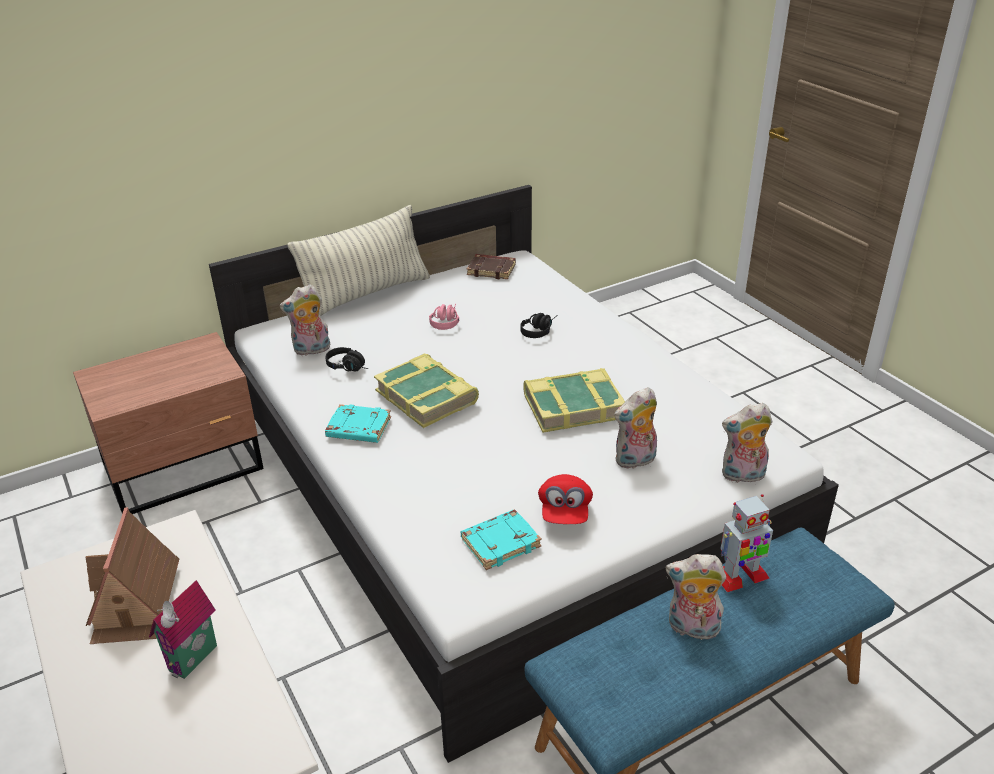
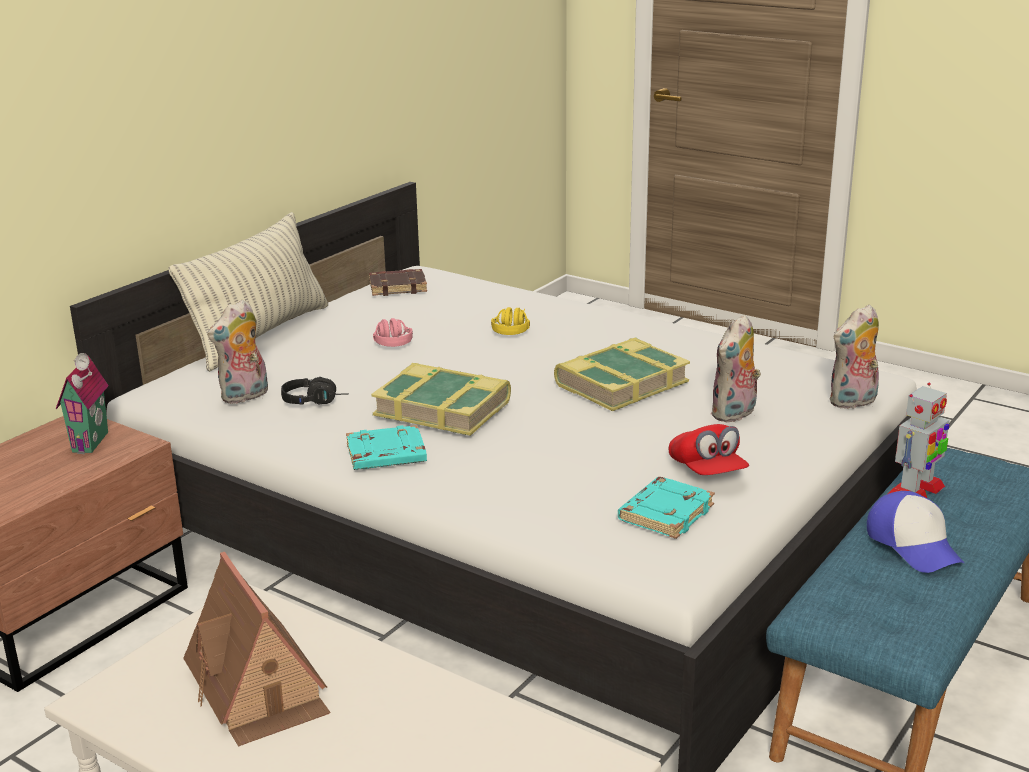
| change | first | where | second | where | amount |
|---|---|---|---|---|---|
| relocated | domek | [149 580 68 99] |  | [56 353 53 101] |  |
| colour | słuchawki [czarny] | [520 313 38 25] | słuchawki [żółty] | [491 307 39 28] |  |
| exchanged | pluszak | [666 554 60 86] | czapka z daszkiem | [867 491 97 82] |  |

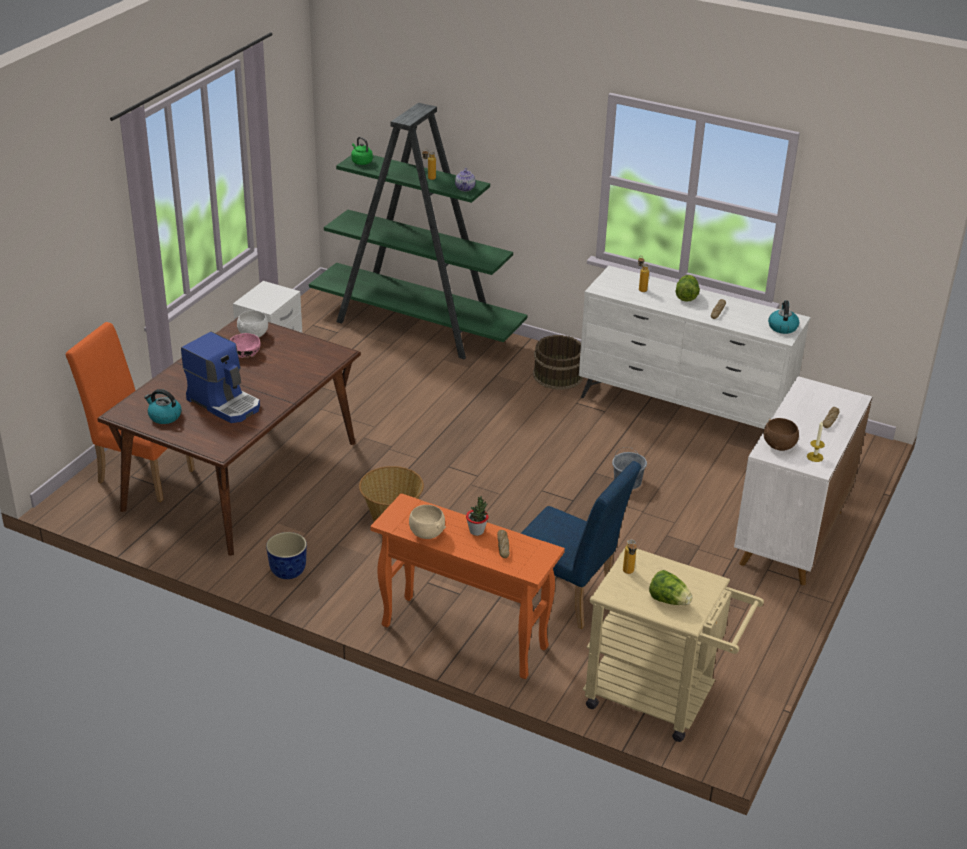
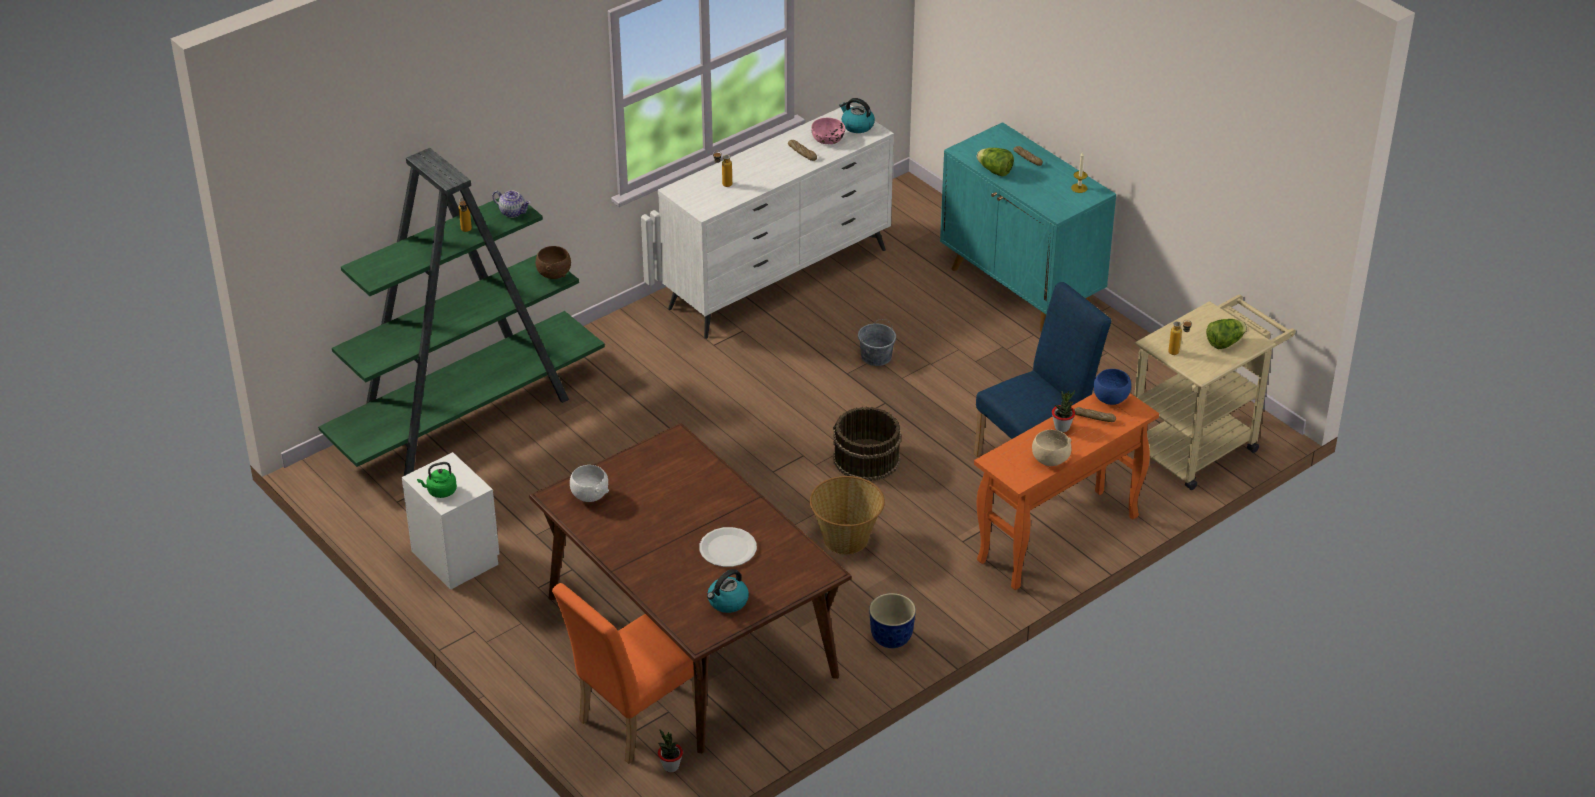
| change | first | where | second | where | amount |
|---|---|---|---|---|---|
| relocated | czajnik [zielony] | [351 137 22 28] |  | [417 462 40 36] |  |
| relocated | miska [brązowy] | [763 418 36 33] |  | [535 246 36 33] |  |
| appeared |  |  | roślina doniczkowa | [658 729 25 43] |  |
| exchanged | ekspres do kawy | [181 332 79 91] | talerz [biały] | [699 527 58 40] |  |
| relocated | miska [różowy] | [230 333 30 25] |  | [811 118 34 26] |  |
| relocated | wiadro [brązowy] | [533 335 51 55] |  | [833 407 68 74] |  |
| colour | szafka [biały] | [734 376 138 209] | szafka [turkusowy] | [940 122 176 210] |  |
| relocated | sałata | [676 275 24 27] |  | [977 148 37 29] |  |
| appeared |  |  | miska [niebieski] | [1094 369 37 36] |  |

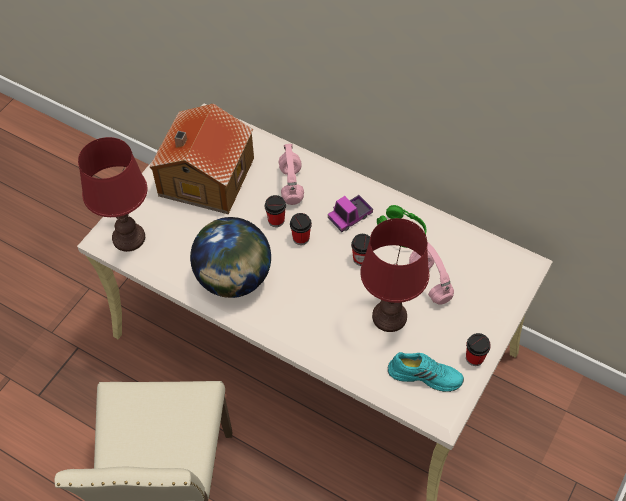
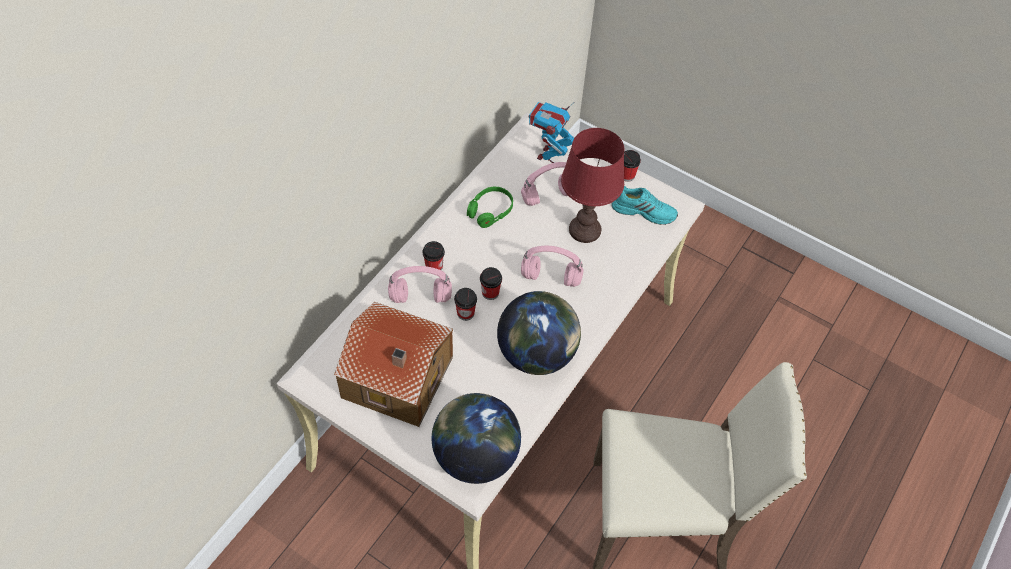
| change | first | where | second | where | amount |
|---|---|---|---|---|---|
| relocated | filiżanka | [351 234 19 32] |  | [423 241 22 29] |  |
| exchanged | lampa stołowa [czerwony] | [78 137 70 115] | globus | [432 393 89 91] |  |
| appeared |  |  | słuchawki [różowy] | [521 246 62 41] |  |
| appeared |  |  | robot zabawkowy | [528 102 47 61] |  |
| spun | but [turkusowy] | [388 352 76 40] |  | [612 186 66 39] | 90 degrees clockwise |
| missing | ciężarówka zabawkowa | [328 195 45 37] |  |  |  |

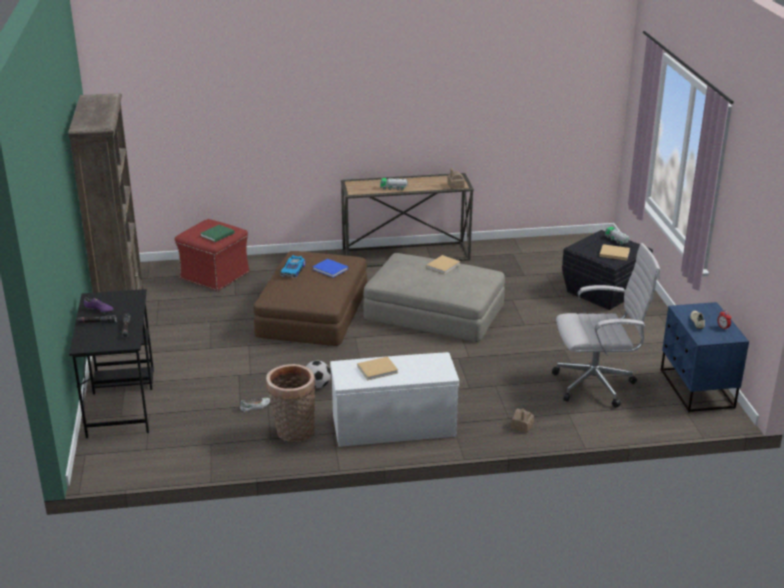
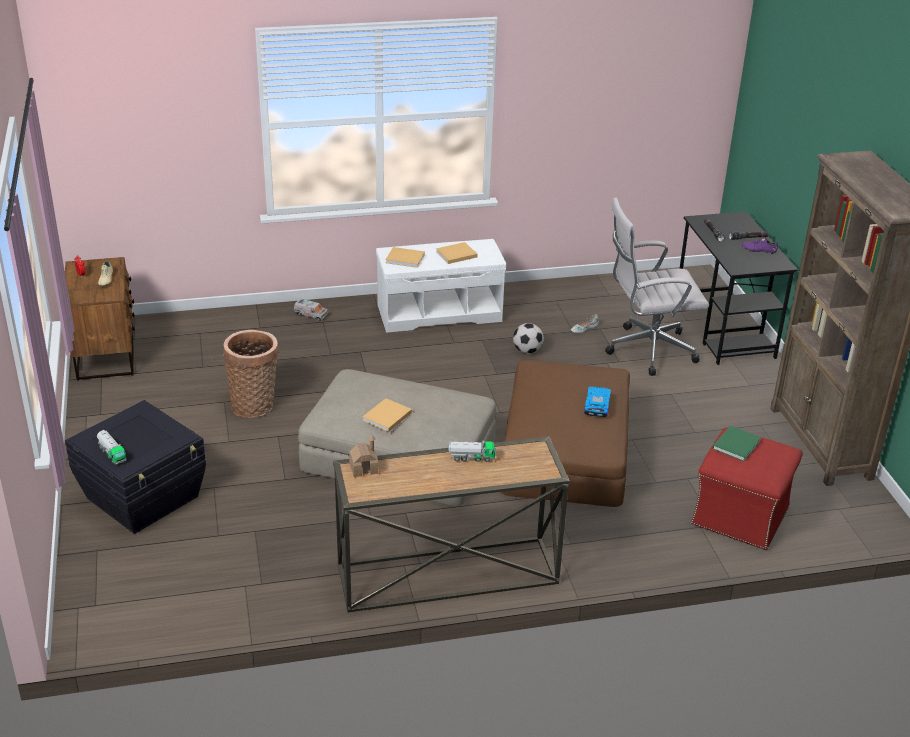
| change | first | where | second | where | amount |
|---|---|---|---|---|---|
| colour | szafka nocna [niebieski] | [661 302 88 111] | szafka nocna [brązowy] | [65 257 70 124] |  |
| relocated | koszyk | [266 364 50 78] |  | [223 330 56 88] |  |
| exchanged | domek | [511 409 23 24] | ciężarówka zabawkowa | [294 299 34 22] |  |
| relocated | książka [beżowy] | [599 244 31 17] |  | [386 247 39 21] |  |
| relocated | krzesło biurowe [biały] | [552 243 108 165] |  | [605 197 104 179] |  |
| missing | książka [niebieski] | [313 259 35 19] |  |  |  |

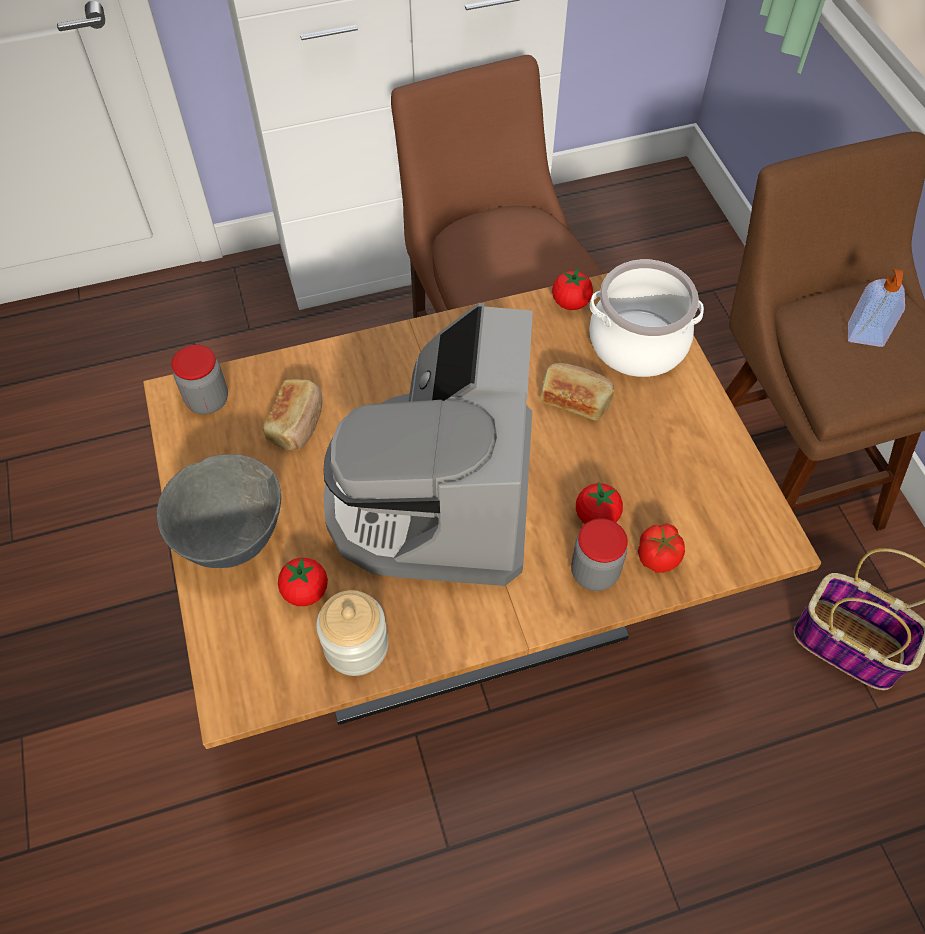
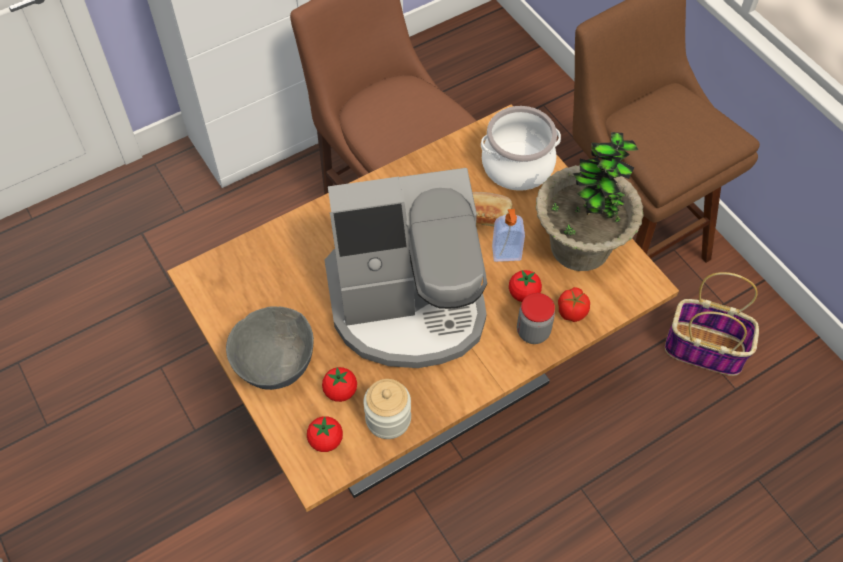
| change | first | where | second | where | amount |
|---|---|---|---|---|---|
| relocated | pomidor | [552 268 41 42] |  | [307 416 36 36] |  |
| spun | ekspres do kawy | [323 303 210 283] |  | [325 168 162 200] | 90 degrees counterclockwise |
| relocated | dozownik mydła | [848 269 57 78] |  | [492 209 33 53] |  |
| appeared |  |  | roślina doniczkowa | [536 132 107 139] |  |
| missing | słoik | [171 345 57 69] |  |  |  |
| missing | chleb | [263 380 59 71] |  |  |  |

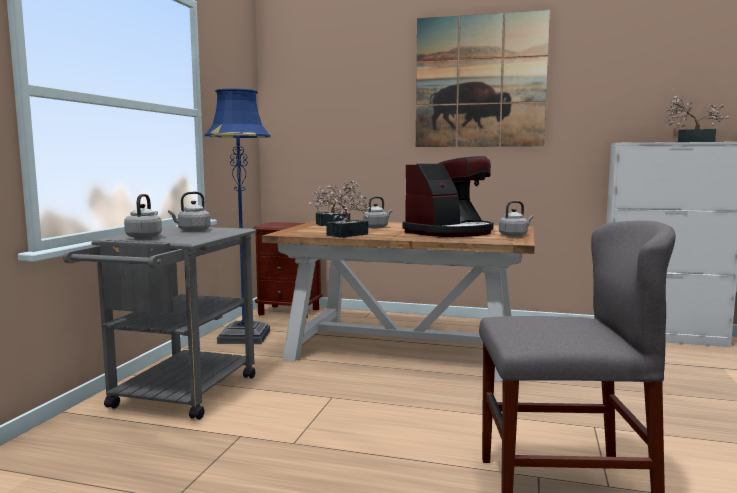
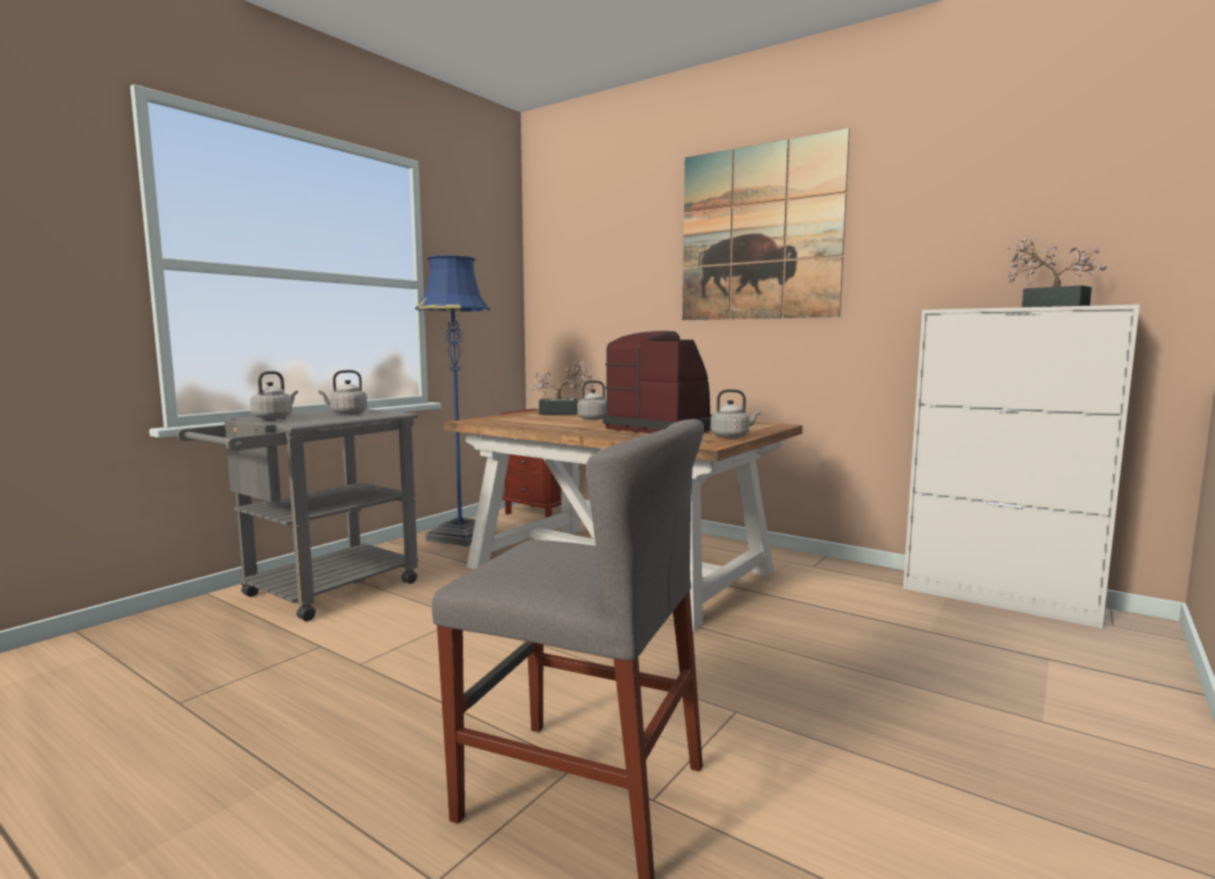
| change | first | where | second | where | amount |
|---|---|---|---|---|---|
| spun | ekspres do kawy | [402 156 92 81] |  | [603 331 109 103] | 120 degrees counterclockwise |
| missing | roślina doniczkowa | [315 185 55 53] |  |  |  |

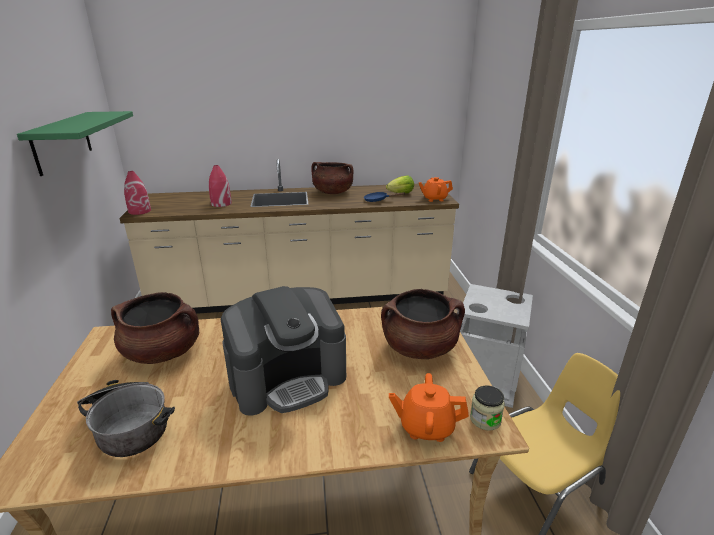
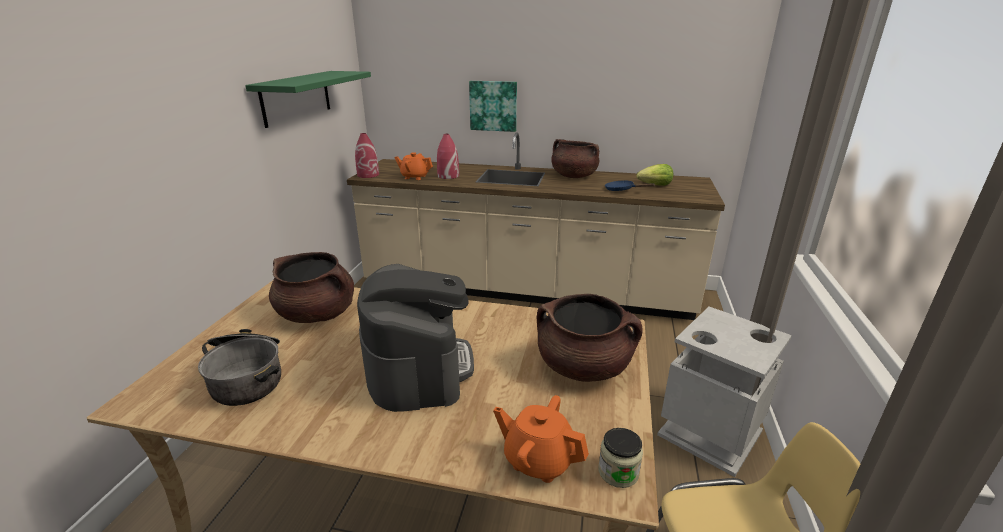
| change | first | where | second | where | amount |
|---|---|---|---|---|---|
| spun | ekspres do kawy | [221 286 125 130] |  | [357 264 117 148] | 90 degrees counterclockwise |
| relocated | imbryk [pomarańczowy] | [418 177 35 25] |  | [394 152 39 28] |  |
| appeared |  |  | obraz | [469 81 48 51] |  |

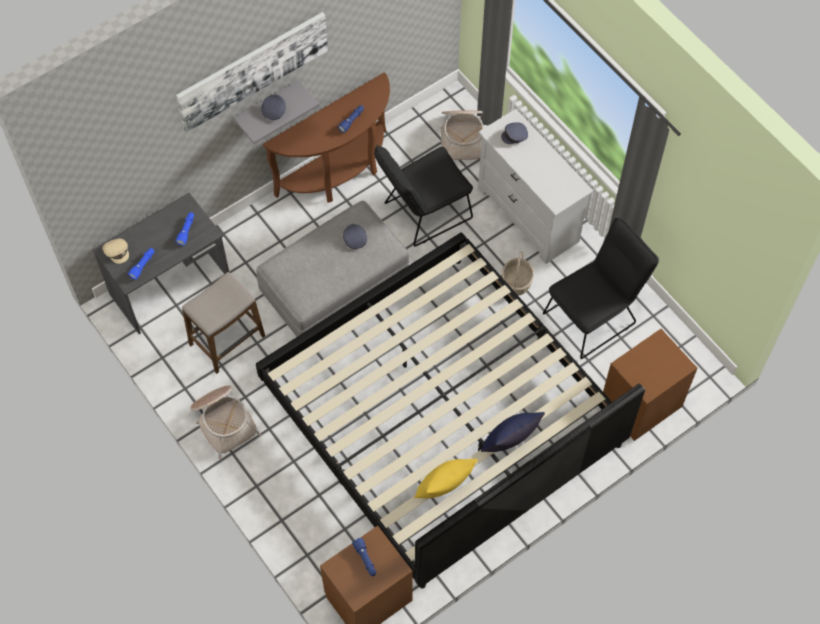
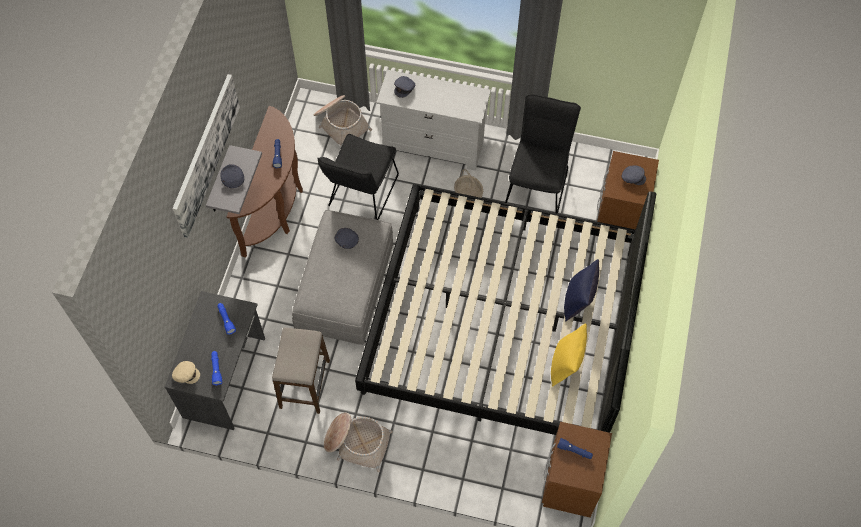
| change | first | where | second | where | amount |
|---|---|---|---|---|---|
| appeared |  |  | czapka z daszkiem [szary] | [622 165 24 20] |  |

